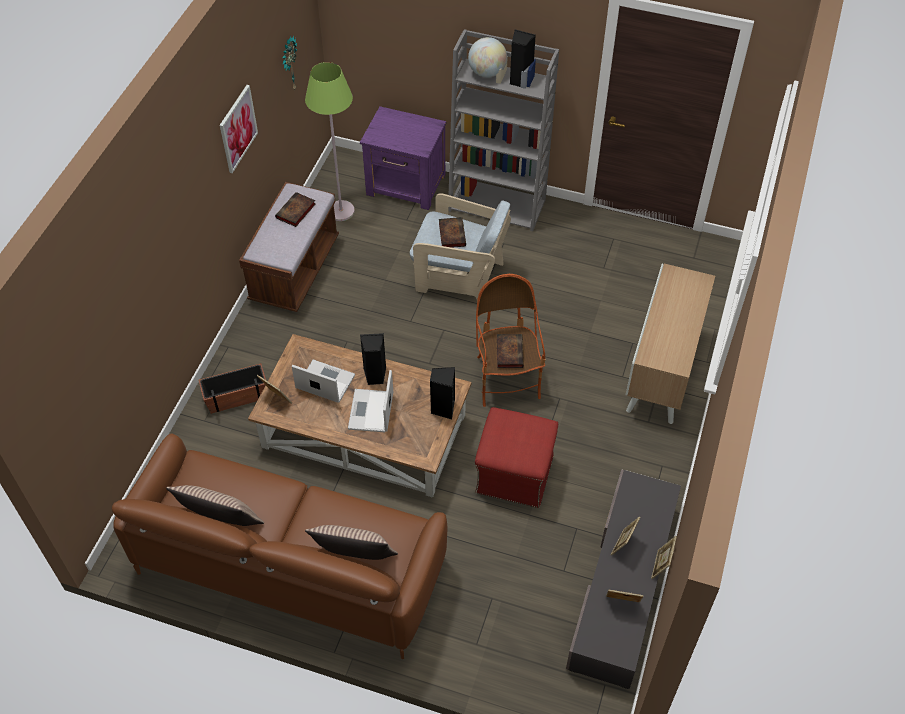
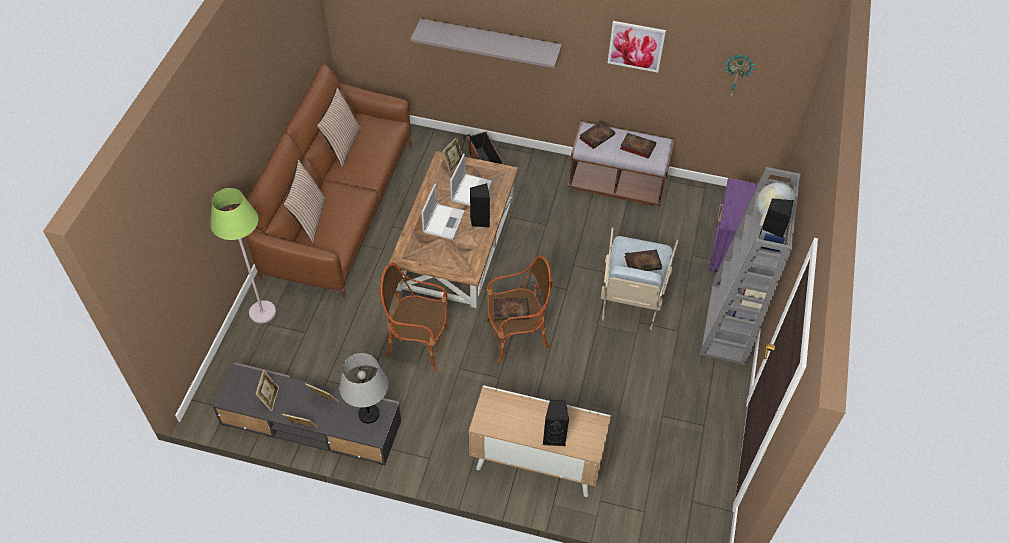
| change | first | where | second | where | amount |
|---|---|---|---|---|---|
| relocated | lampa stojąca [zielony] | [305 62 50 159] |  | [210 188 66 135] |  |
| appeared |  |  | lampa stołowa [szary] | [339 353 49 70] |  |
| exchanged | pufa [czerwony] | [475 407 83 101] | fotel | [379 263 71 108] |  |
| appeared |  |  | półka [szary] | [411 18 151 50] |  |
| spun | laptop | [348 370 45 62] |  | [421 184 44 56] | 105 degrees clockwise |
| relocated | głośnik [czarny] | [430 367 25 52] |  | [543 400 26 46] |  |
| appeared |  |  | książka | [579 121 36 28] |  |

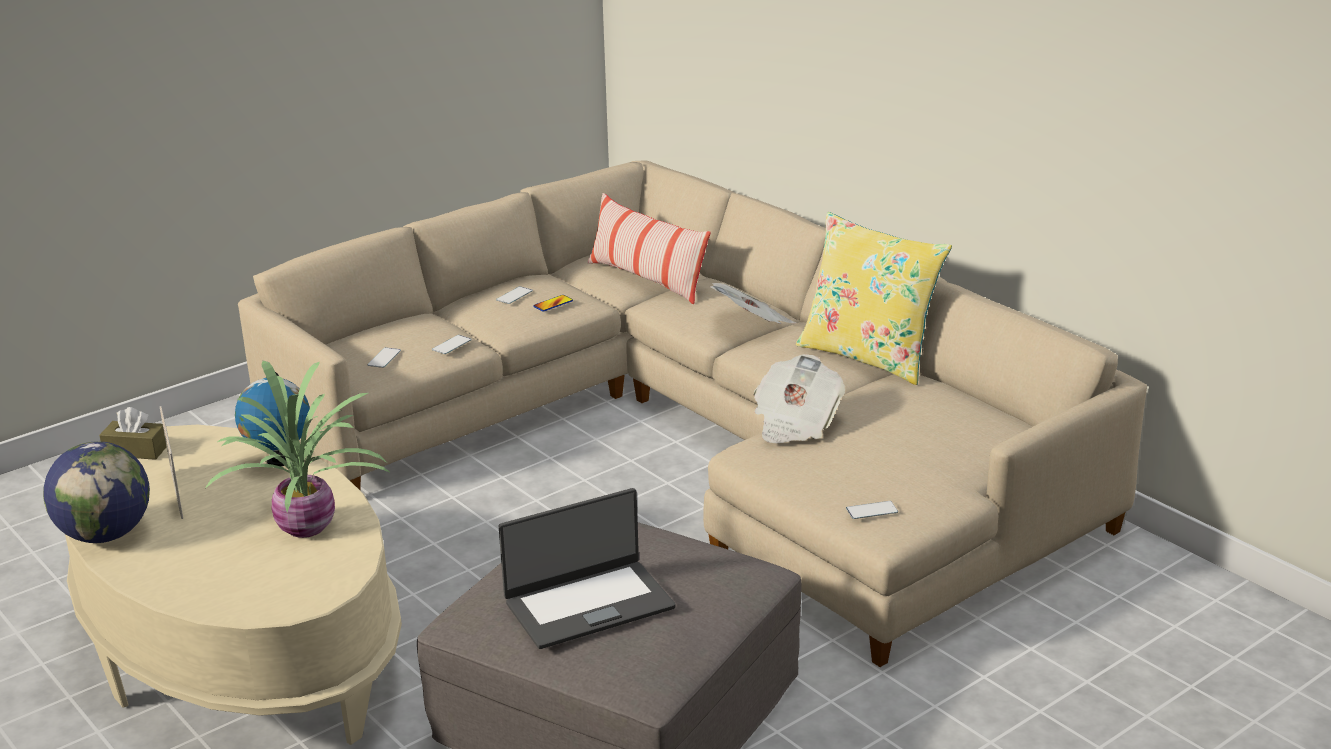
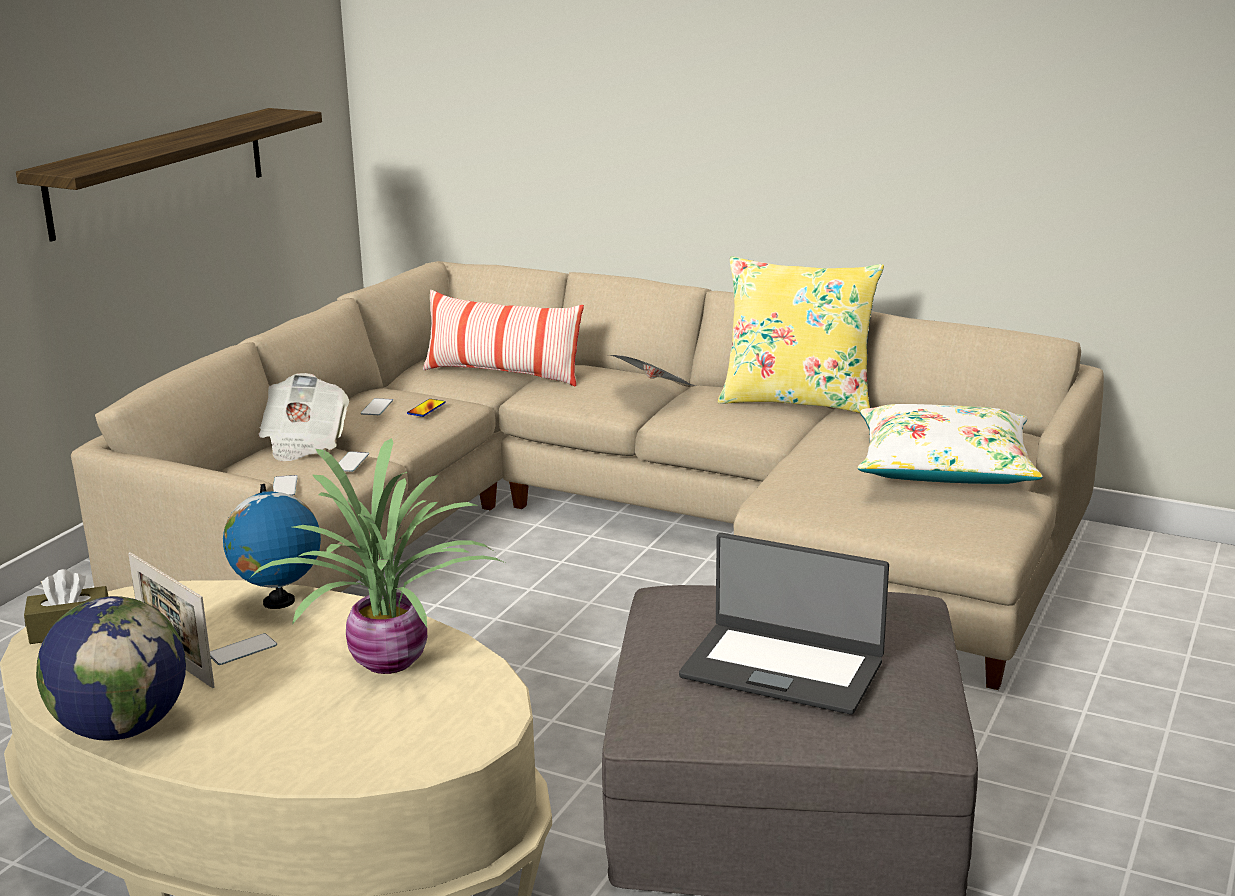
| change | first | where | second | where | amount |
|---|---|---|---|---|---|
| appeared |  |  | półka | [16 108 306 134] |  |
| relocated | telefon | [846 501 52 18] |  | [210 633 67 32] |  |
| relocated | gazeta | [753 354 92 89] |  | [259 373 91 88] |  |
| spun | laptop | [499 488 176 161] |  | [679 533 210 181] | 75 degrees clockwise |
| appeared |  |  | poduszka [biały] | [858 404 185 80] |  |

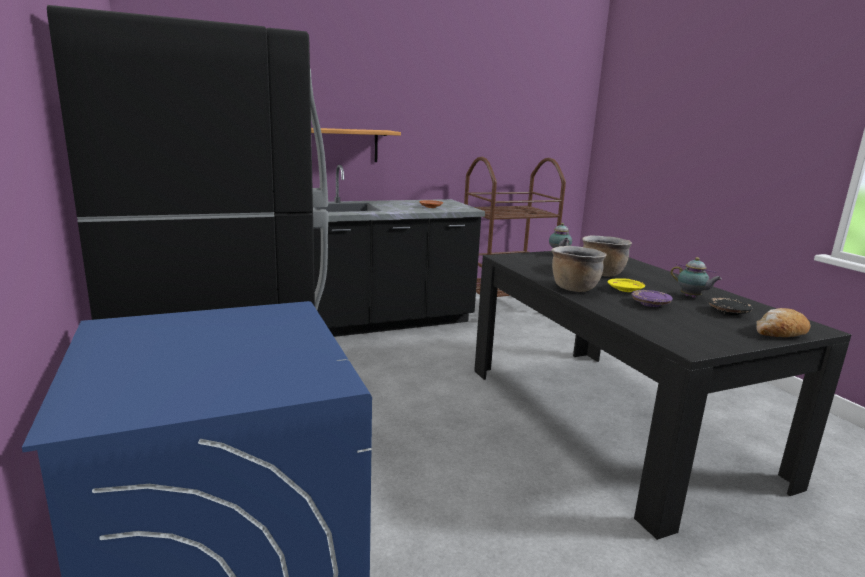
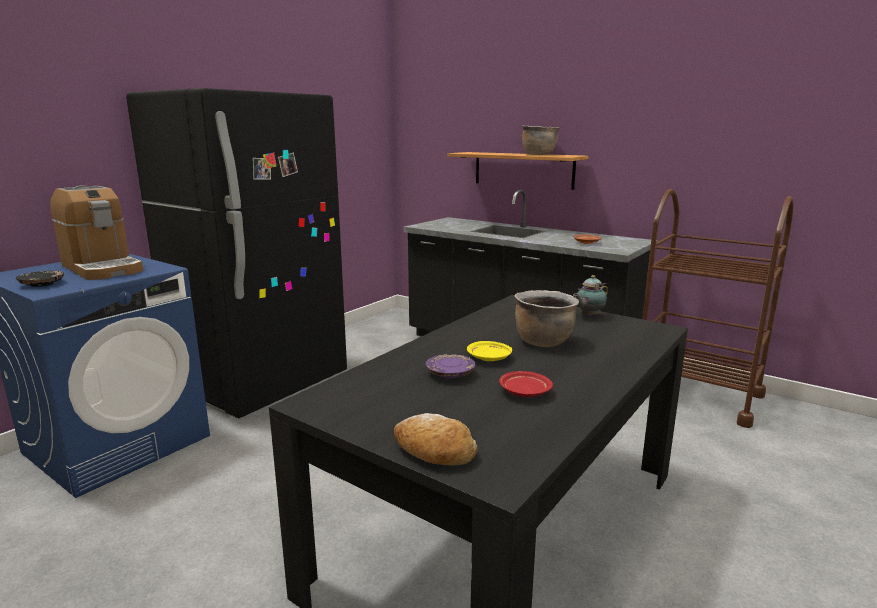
| change | first | where | second | where | amount |
|---|---|---|---|---|---|
| relocated | talerz [czarny] | [709 298 44 17] |  | [16 271 48 16] |  |
| appeared |  |  | ekspres do kawy | [50 185 93 95] |  |
| exchanged | imbryk | [671 257 51 41] | talerz [czerwony] | [499 371 54 26] |  |
| relocated | garnek [brązowy] | [551 246 56 46] |  | [522 126 37 29] |  |

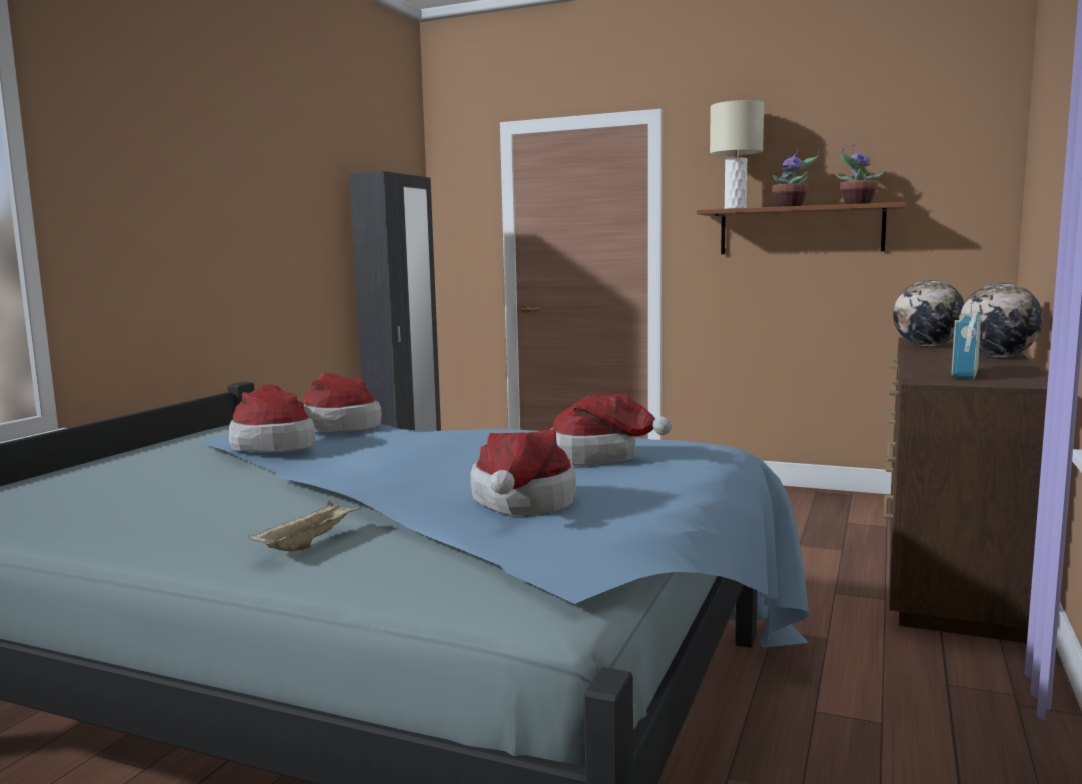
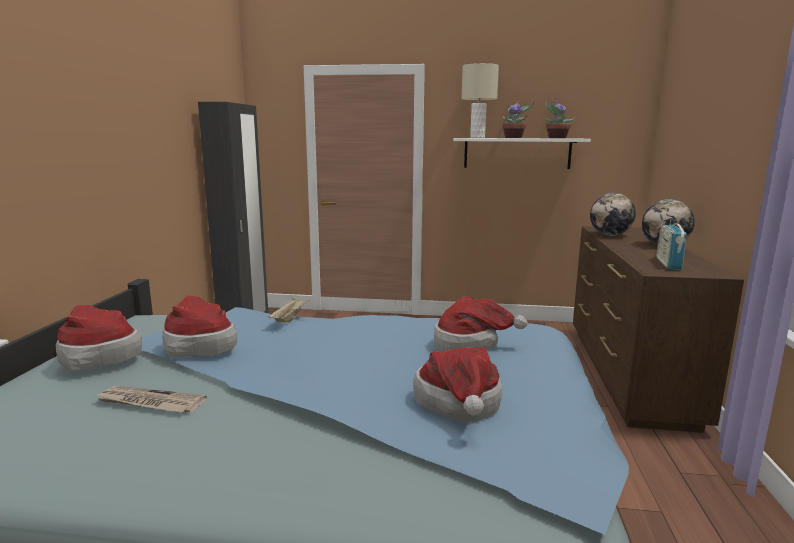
| change | first | where | second | where | amount |
|---|---|---|---|---|---|
| relocated | kapelusz | [304 373 78 60] |  | [56 305 86 65] |  |
| appeared |  |  | gazeta | [96 386 111 27] |  |
| relocated | taca [beżowy] | [248 501 113 50] |  | [268 298 42 24] |  |
| colour | półka [brązowy] | [697 202 209 52] | półka [biały] | [453 138 138 31] |  |

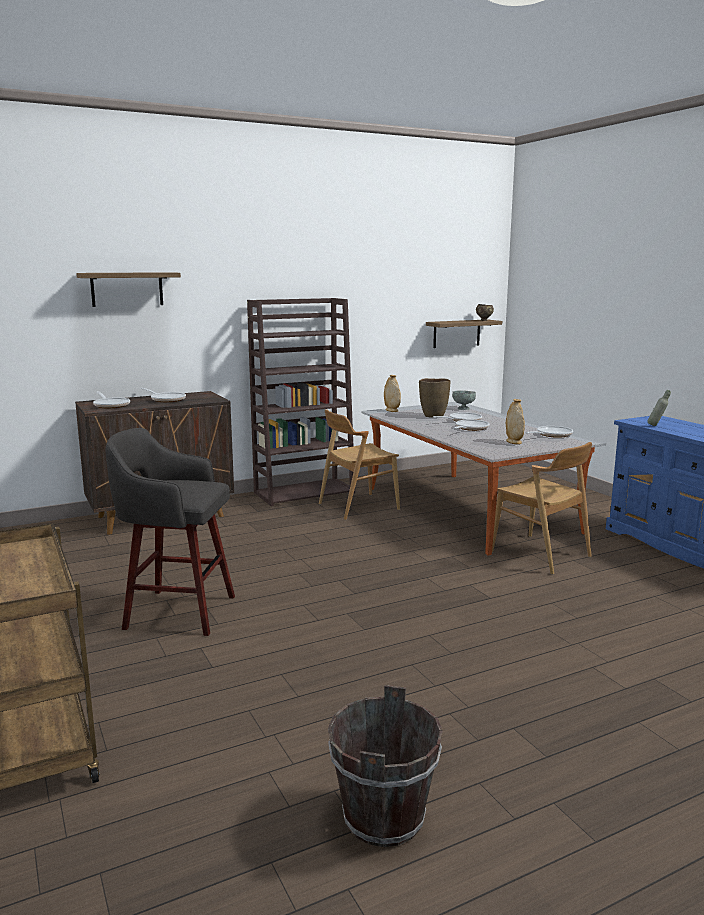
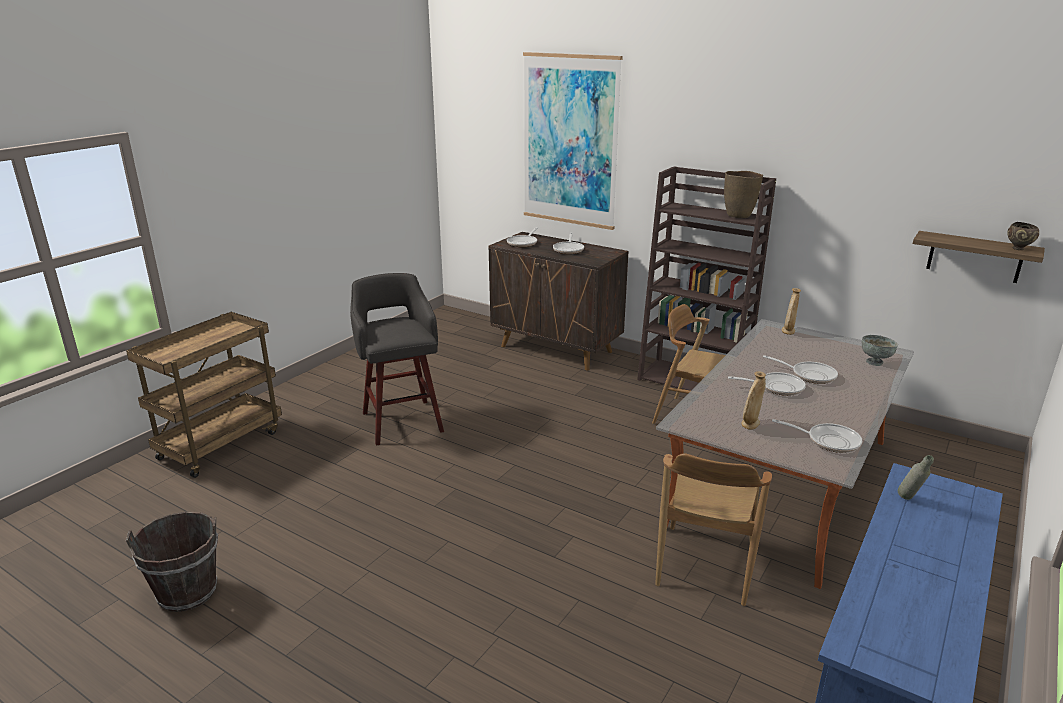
| change | first | where | second | where | amount |
|---|---|---|---|---|---|
| exchanged | półka | [76 272 105 35] | obraz | [523 52 100 178] |  |
| relocated | wazon [brązowy] | [419 378 31 40] |  | [724 171 39 47] |  |

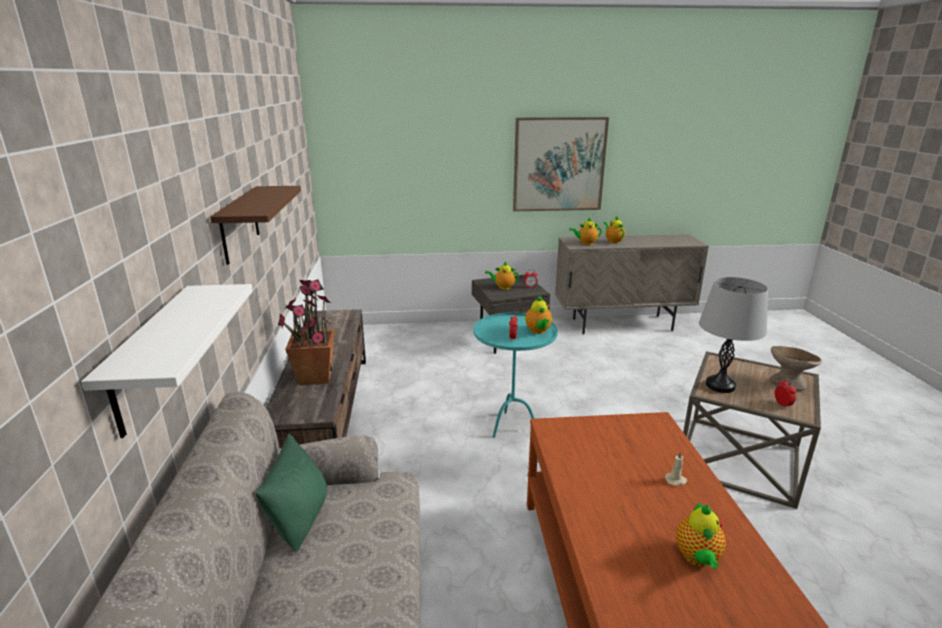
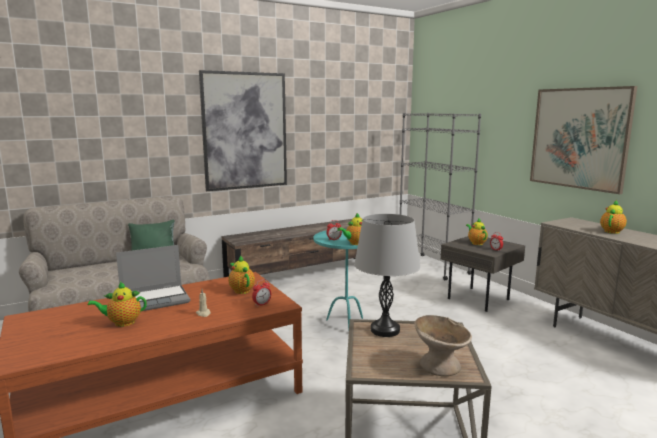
| change | first | where | second | where | amount |
|---|---|---|---|---|---|
| appeared |  |  | laptop | [116 245 74 66] |  |
| exchanged | półka [brązowy] | [210 186 91 79] | obraz | [199 70 88 121] |  |
| relocated | imbryk | [569 217 33 28] |  | [228 255 27 39] |  |
| relocated | budzik | [775 378 22 31] |  | [252 279 19 28] |  |
| appeared |  |  | regał [szary] | [400 113 81 167] |  |
| missing | półka [biały] | [81 284 172 154] |  |  |  |
| missing | roślina doniczkowa | [278 279 57 106] |  |  |  |

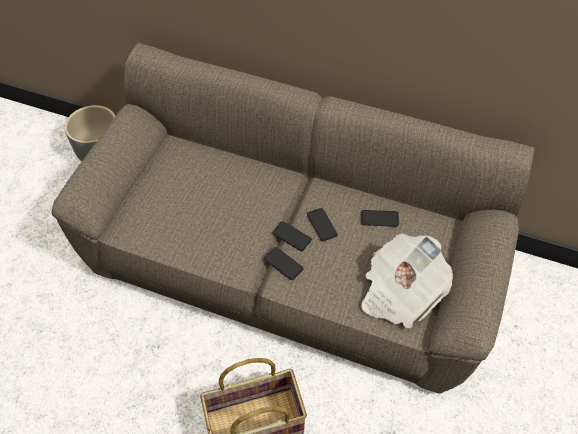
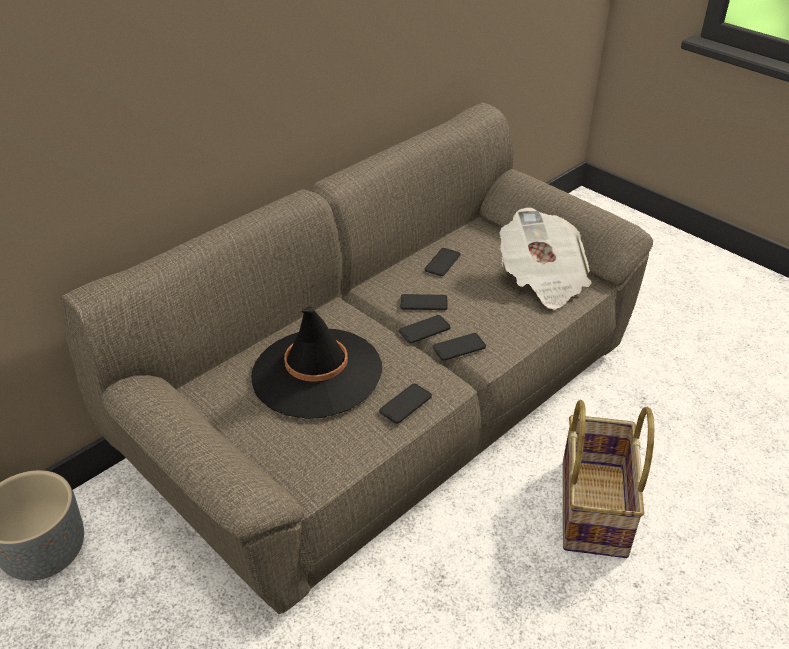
| change | first | where | second | where | amount |
|---|---|---|---|---|---|
| appeared |  |  | kapelusz [czarny] | [251 307 131 112] |  |
| appeared |  |  | telefon | [379 384 53 40] |  |

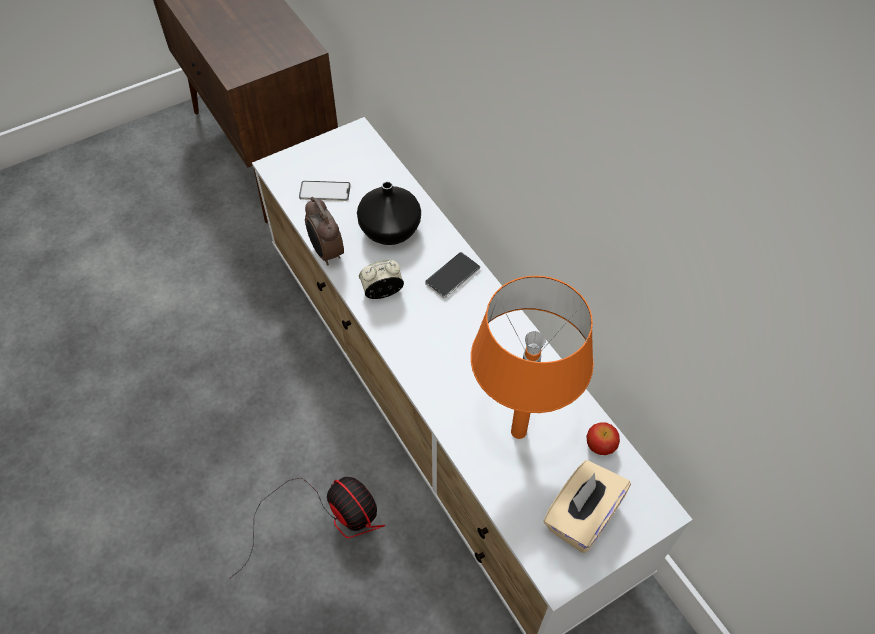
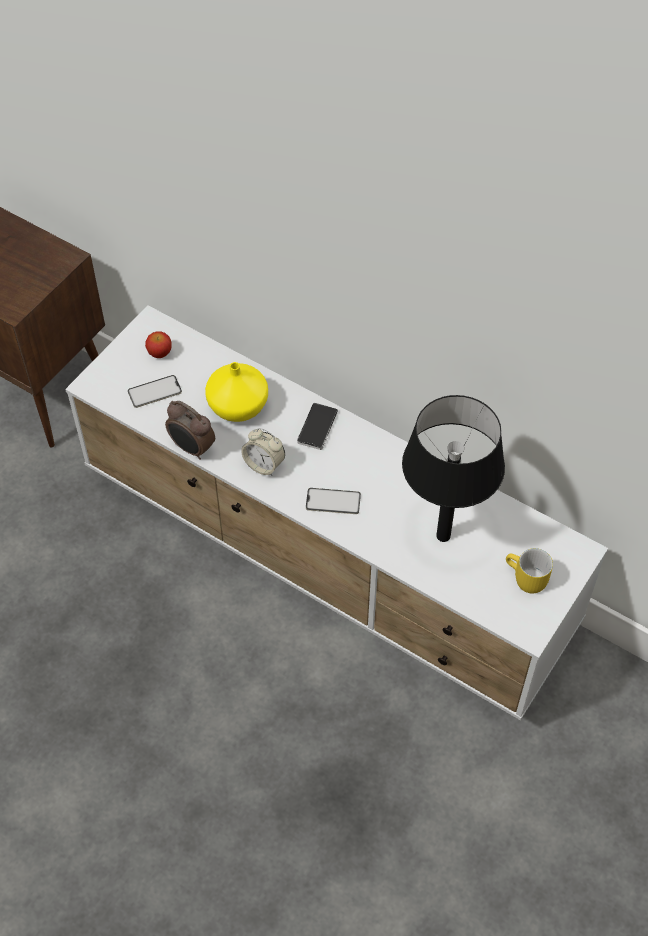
| change | first | where | second | where | amount |
|---|---|---|---|---|---|
| relocated | jabłko | [586 422 34 33] |  | [145 332 27 26] |  |
| colour | wazon [czarny] | [357 181 64 64] | wazon [żółty] | [205 362 63 60] |  |
| spun | budzik | [359 260 45 39] |  | [241 428 44 48] | 105 degrees counterclockwise |
| appeared |  |  | telefon | [306 488 55 26] |  |
| colour | lampa stołowa [pomarańczowy] | [471 276 123 163] | lampa stołowa [czarny] | [402 395 103 147] |  |
| exchanged | pudełko chusteczek [beżowy] | [543 460 88 93] | kubek [żółty] | [506 548 47 46] |  |
| missing | wentylator | [229 477 156 102] |  |  |  |

